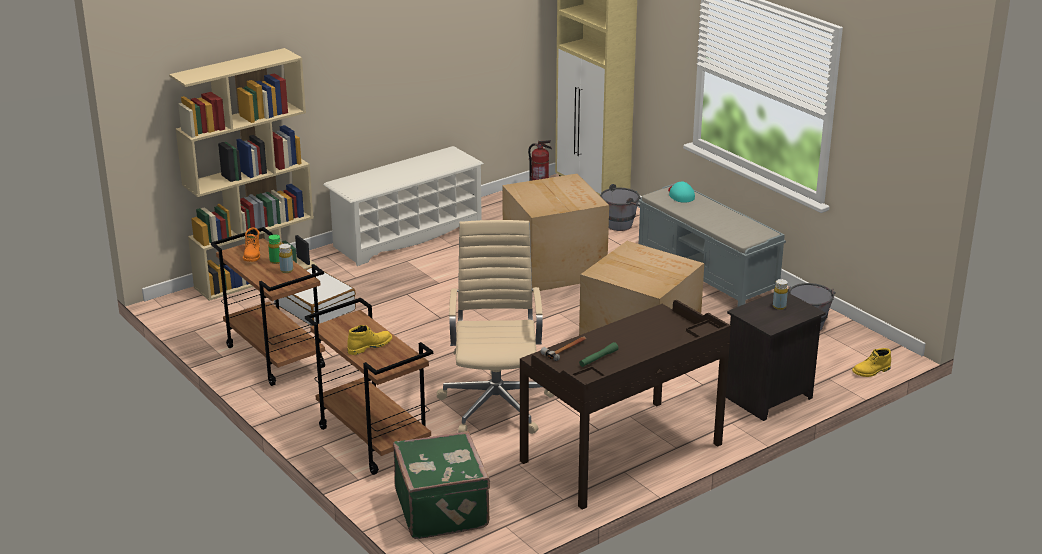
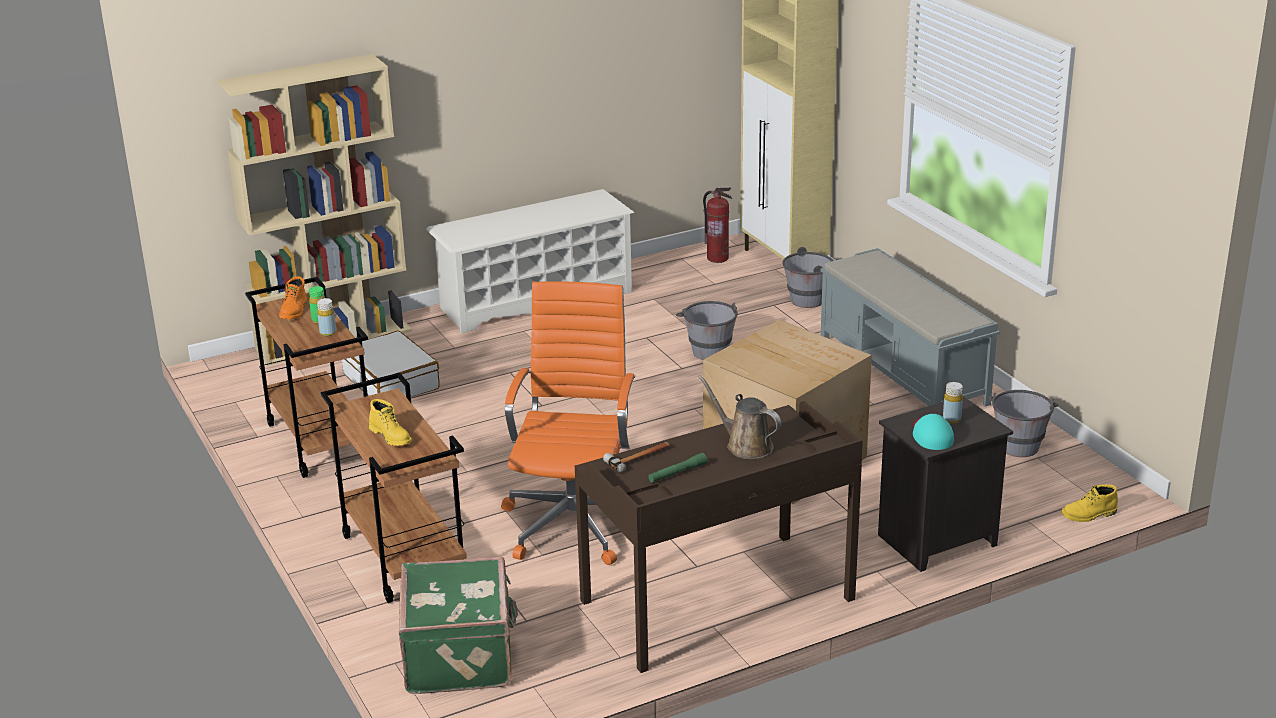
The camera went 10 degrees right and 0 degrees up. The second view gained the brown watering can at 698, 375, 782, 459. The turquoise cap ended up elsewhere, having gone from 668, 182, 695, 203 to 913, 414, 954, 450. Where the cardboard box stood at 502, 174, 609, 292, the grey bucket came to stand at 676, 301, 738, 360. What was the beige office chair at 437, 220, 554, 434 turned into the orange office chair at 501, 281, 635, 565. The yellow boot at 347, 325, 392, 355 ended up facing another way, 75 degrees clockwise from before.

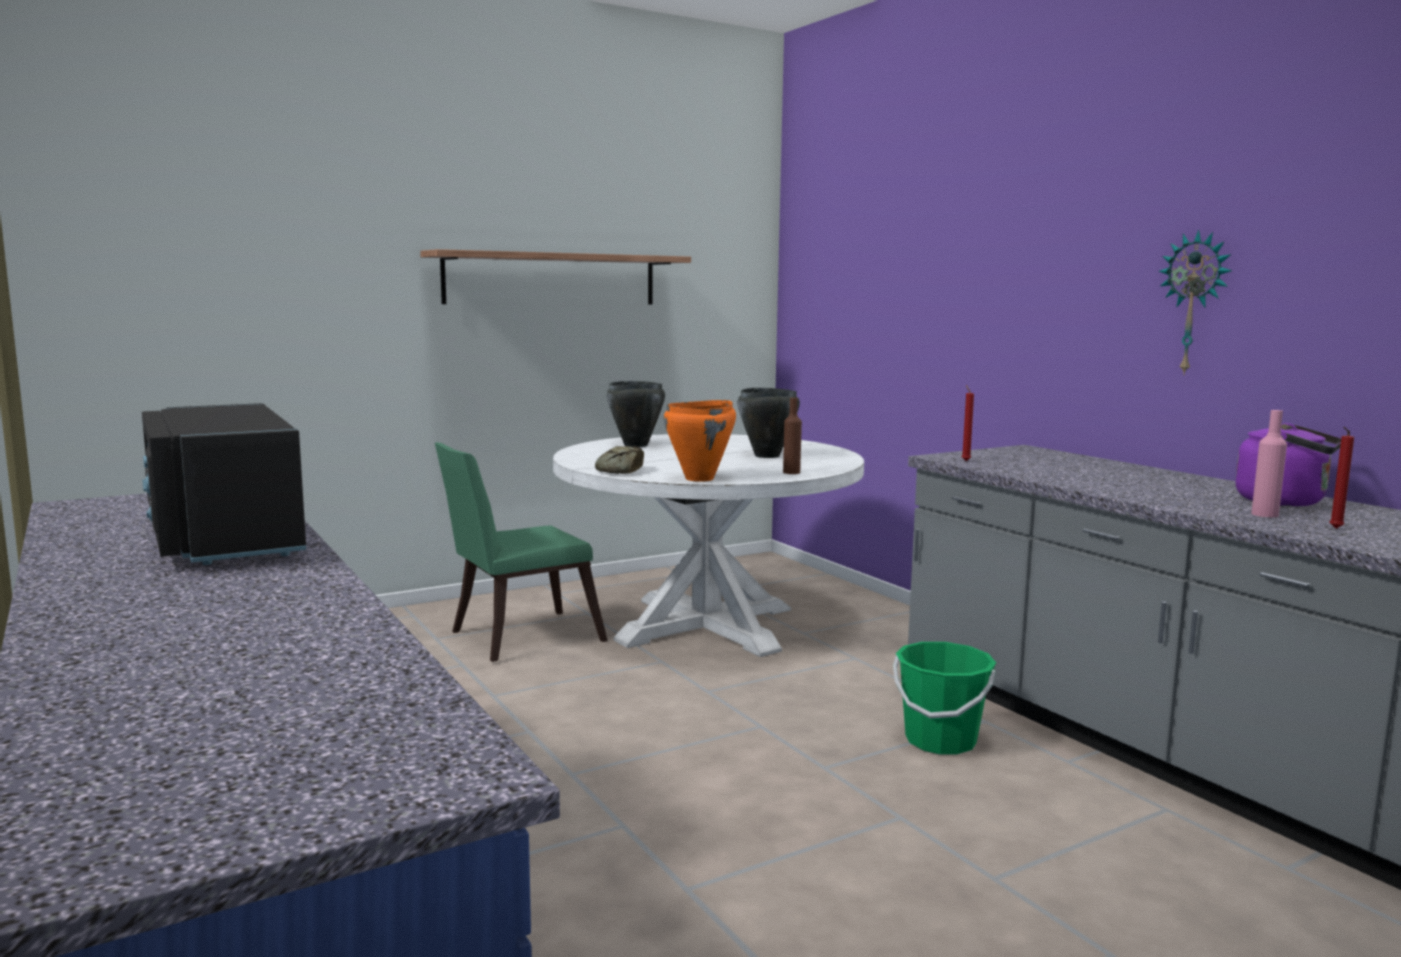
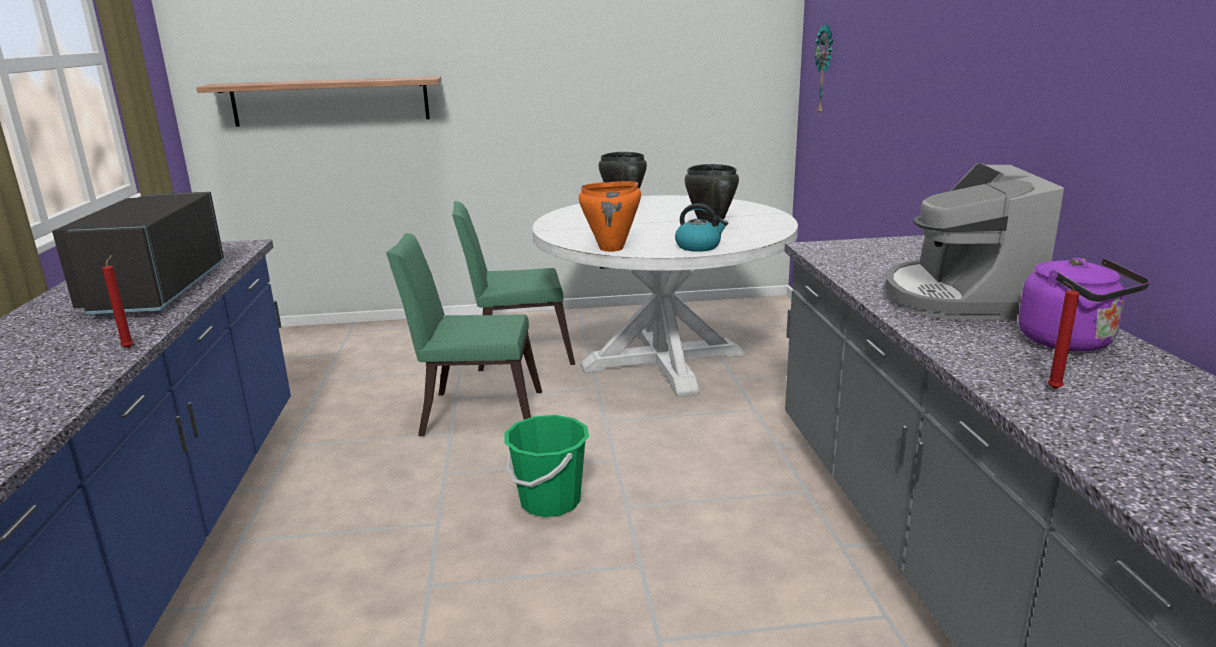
The camera went 25 degrees right and 10 degrees up. The second view lost the bread at 595, 446, 644, 474. The second view lost the pink bottle at 1251, 410, 1287, 517. The second view gained the green chair at 386, 233, 542, 436. The second view gained the coffee machine at 885, 163, 1064, 320. The shelf ended up elsewhere, having gone from 420, 249, 691, 304 to 196, 76, 442, 127. The green bucket ended up elsewhere, having gone from 893, 642, 996, 755 to 505, 415, 589, 517. The red candle ended up elsewhere, having gone from 962, 385, 974, 461 to 102, 255, 134, 348. The wall clock ended up elsewhere, having gone from 1158, 229, 1232, 376 to 815, 22, 833, 116. Where the brown bottle stood at 783, 398, 802, 474, the kettle came to stand at 675, 203, 728, 252.

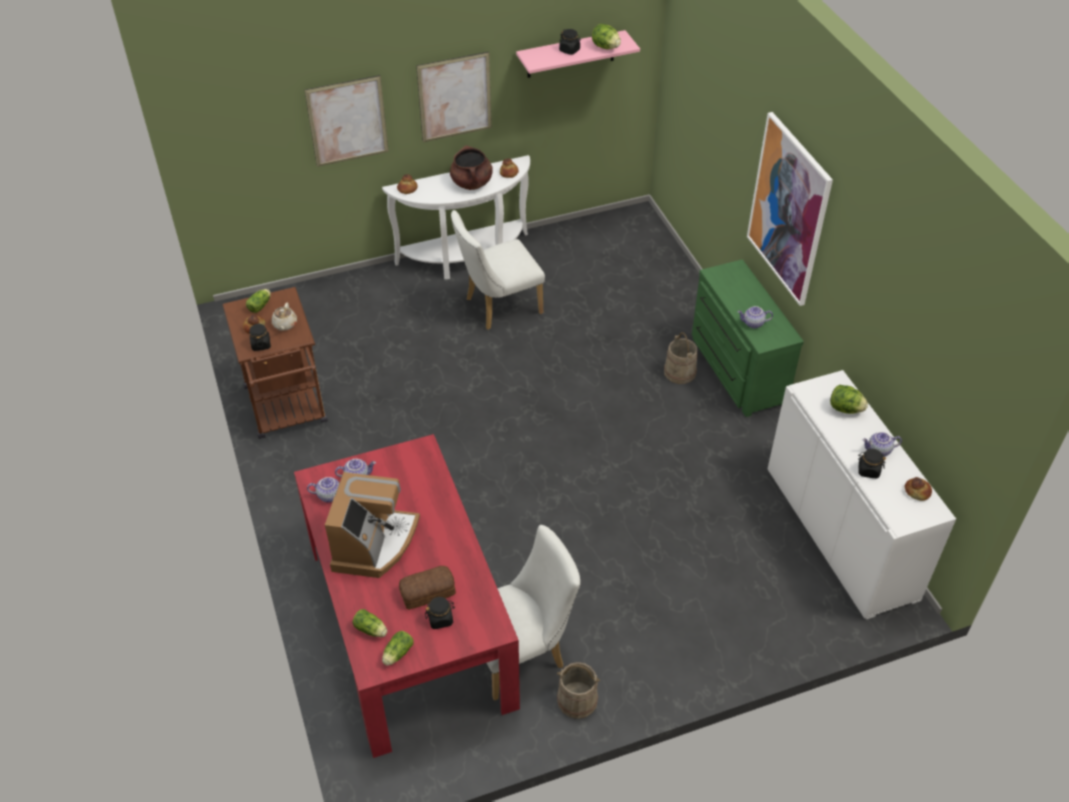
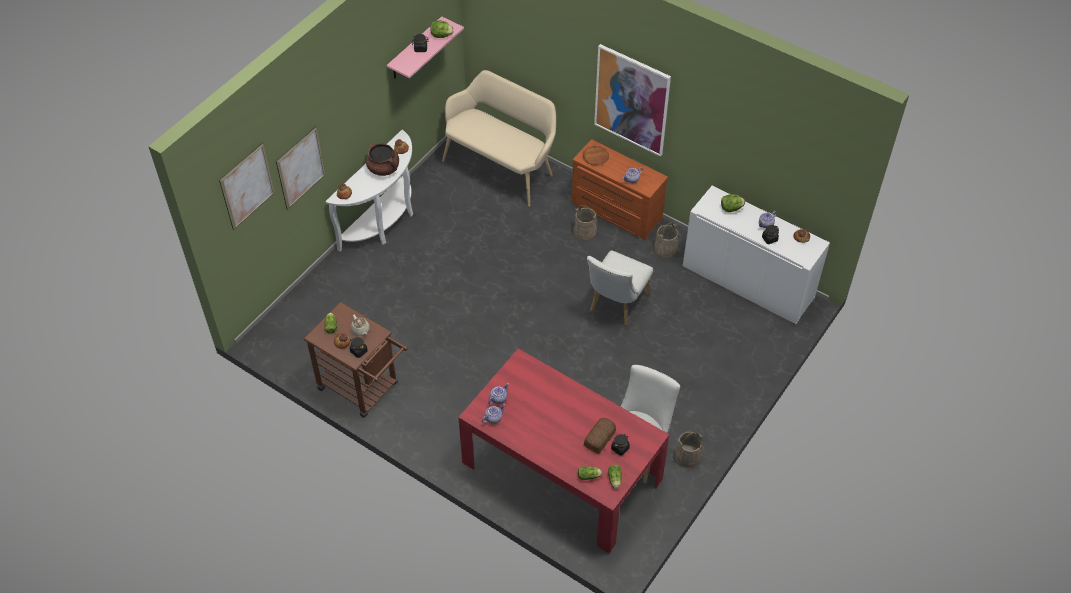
The camera went 35 degrees left and 5 degrees up. The second view lost the coffee machine at 325, 472, 420, 578. The second view gained the beige bench at 442, 70, 556, 206. The second view gained the brown plate at 583, 146, 609, 165. The second view gained the beige bucket at 654, 222, 678, 258. The picture ended up elsewhere, having gone from 416, 52, 492, 142 to 219, 142, 275, 230. The white chair ended up elsewhere, having gone from 451, 210, 545, 330 to 587, 251, 653, 326. What was the green dresser at 692, 259, 804, 417 turned into the brown dresser at 572, 139, 668, 240.

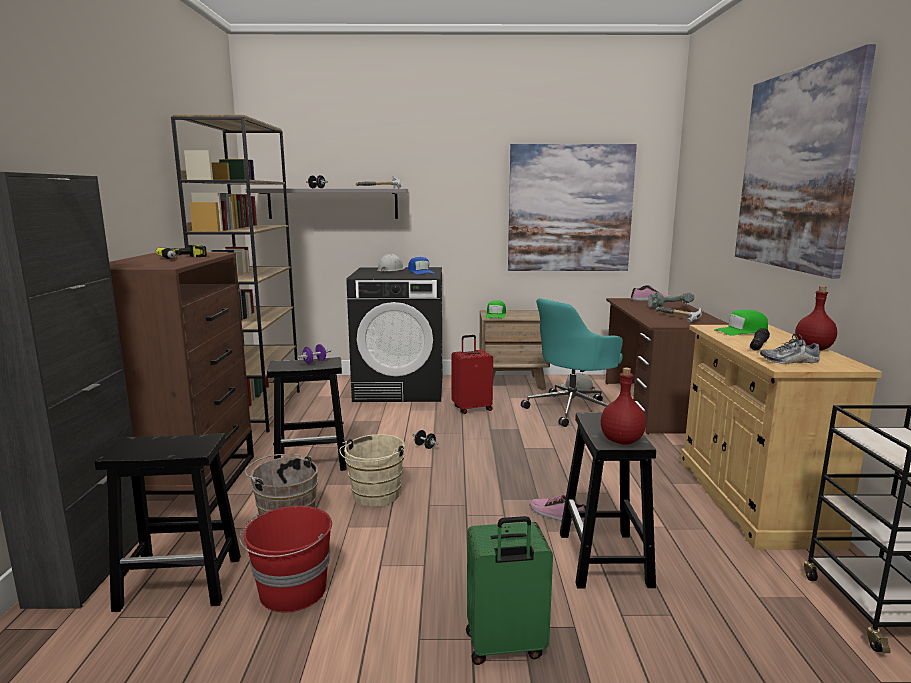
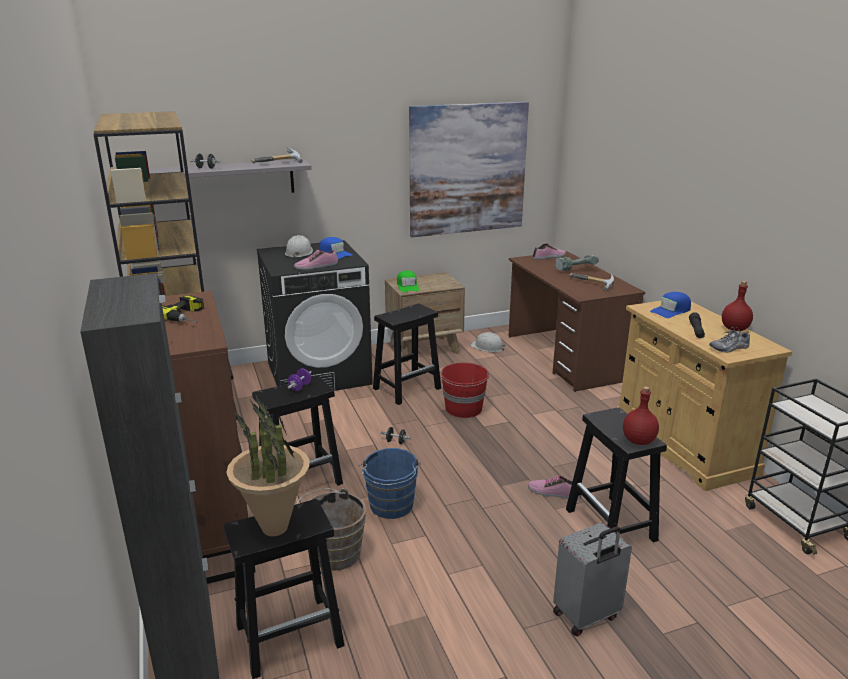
The camera went 20 degrees left and 10 degrees up. The second view lost the turquoise office chair at 521, 298, 623, 427. The second view lost the picture at 735, 44, 876, 279. The second view gained the potted plant at 226, 394, 309, 536. The second view gained the shoe at 294, 250, 338, 270. The red bucket ended up elsewhere, having gone from 239, 506, 332, 613 to 440, 362, 490, 418. Where the red suitcase stood at 452, 335, 493, 414, the black stool came to stand at 373, 303, 441, 405. What was the beige bucket at 339, 434, 405, 507 turned into the blue bucket at 359, 448, 421, 519. What was the green suitcase at 466, 516, 553, 665 turned into the grey suitcase at 553, 522, 632, 636. What was the green cap at 715, 310, 768, 336 turned into the blue cap at 650, 292, 691, 318.

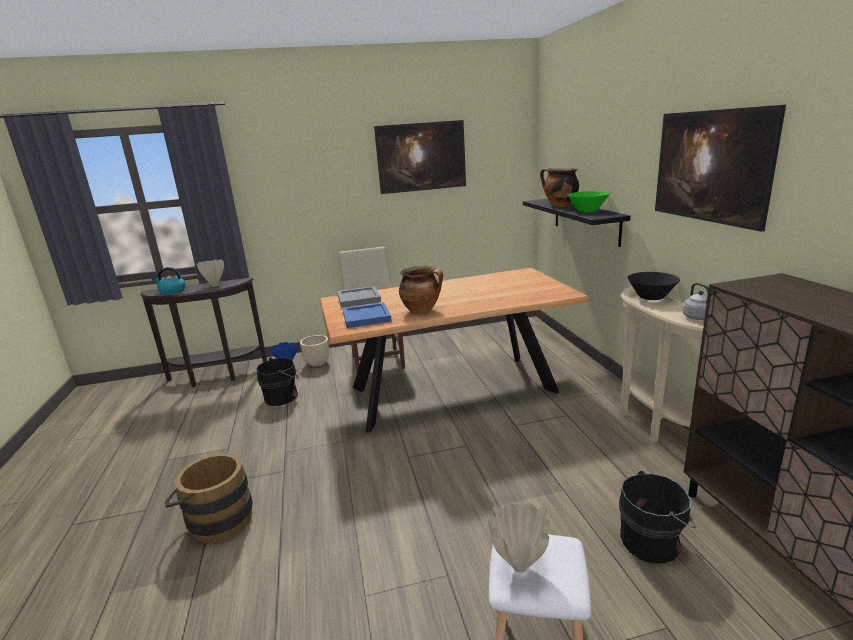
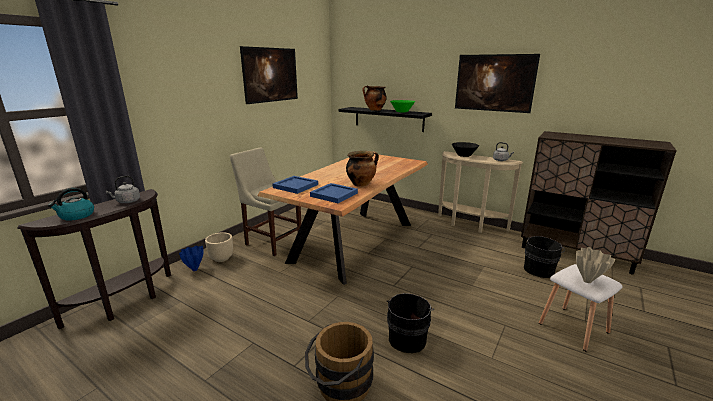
The camera went 45 degrees left and 0 degrees up. The black bucket ended up elsewhere, having gone from 256, 357, 299, 406 to 387, 293, 434, 353. Where the beige vase stood at 196, 259, 224, 287, the grey kettle came to stand at 106, 176, 140, 203. What was the grey tray at 337, 286, 381, 308 turned into the blue tray at 272, 176, 318, 194.

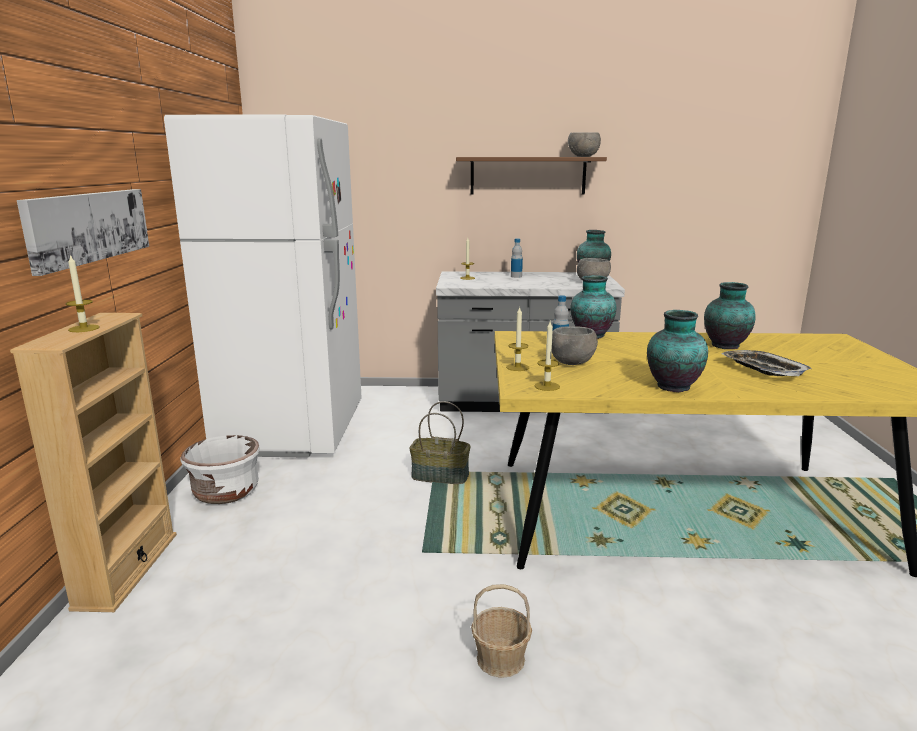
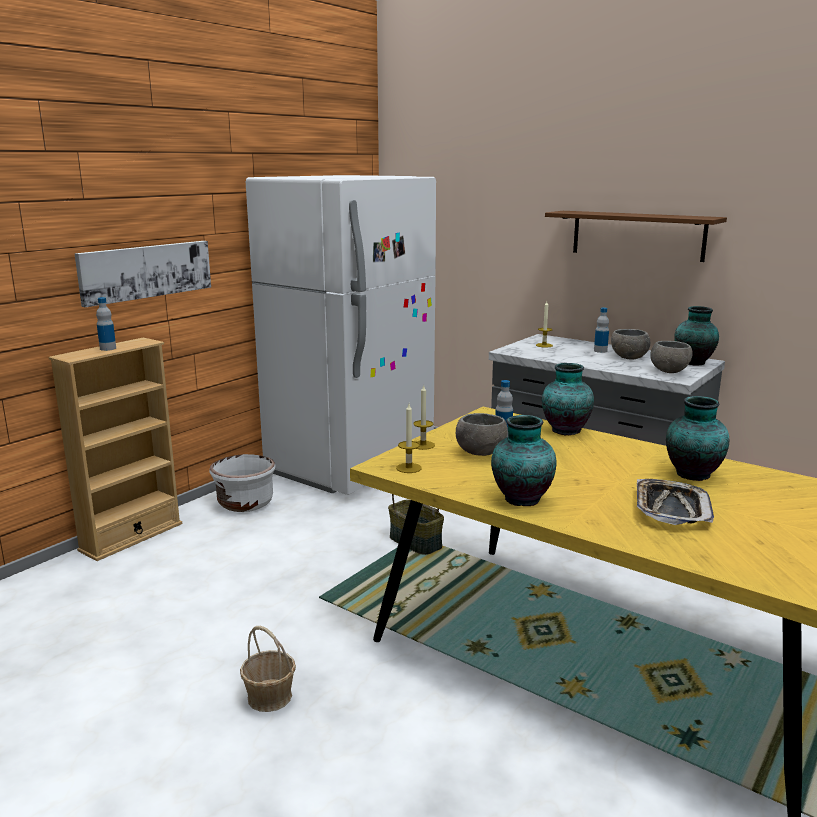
The camera went 35 degrees right and 0 degrees up. The grey bowl ended up elsewhere, having gone from 568, 132, 601, 157 to 611, 329, 650, 360. Where the candle stood at 66, 255, 100, 332, the bottle came to stand at 96, 297, 116, 351.

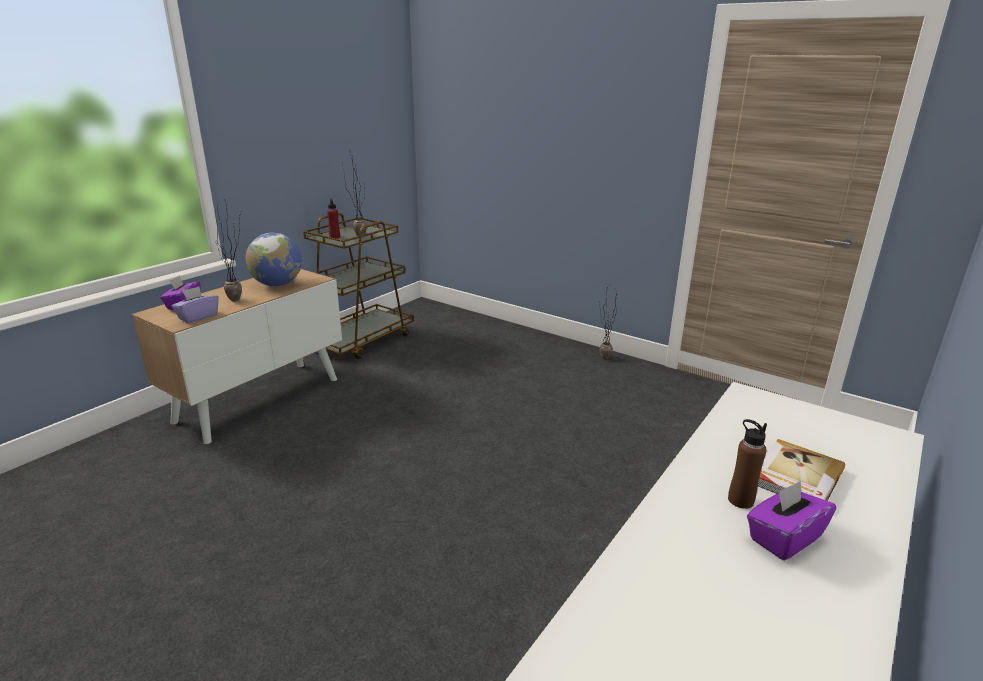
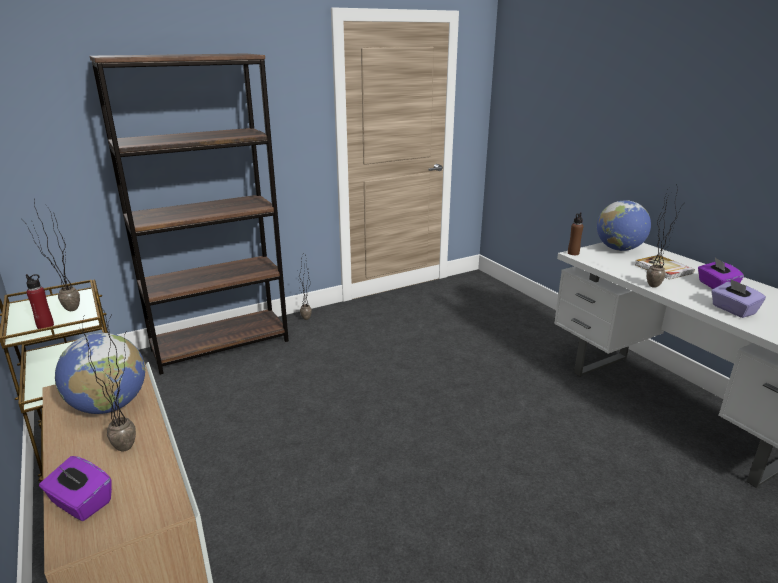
The camera went 65 degrees left and 0 degrees up. The second view gained the brown bookcase at 90, 53, 289, 375. The second view gained the globe at 597, 200, 651, 251. The second view gained the potted plant at 647, 184, 680, 288. The purple tissue box ended up elsewhere, having gone from 172, 286, 219, 323 to 711, 279, 766, 318. The brown bottle ended up elsewhere, having gone from 728, 419, 767, 509 to 568, 212, 583, 255.

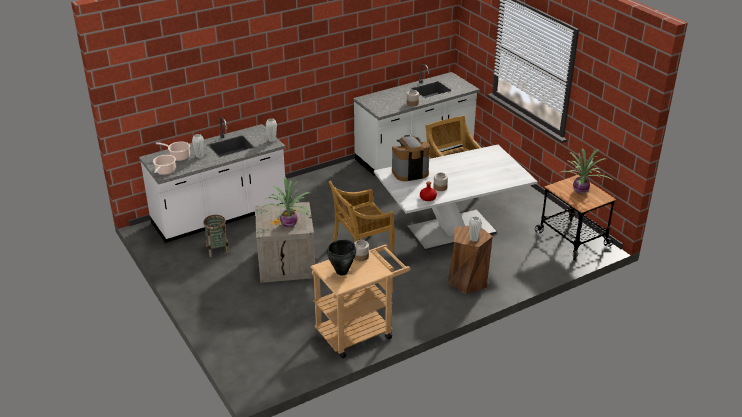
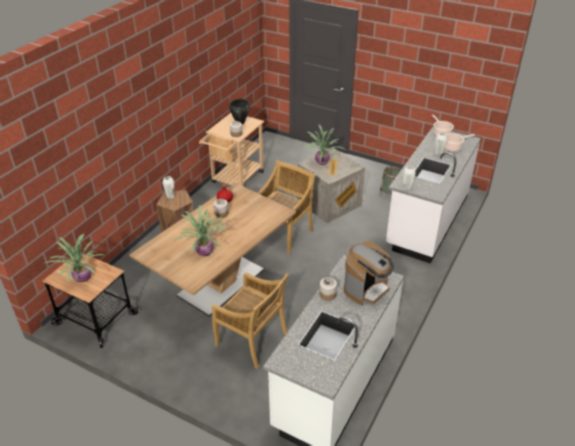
The camera went 150 degrees right and 5 degrees up. The second view gained the potted plant at 175, 206, 227, 256. The coffee machine ended up elsewhere, having gone from 392, 135, 430, 181 to 344, 242, 394, 305. What was the white dining table at 374, 145, 538, 251 turned into the brown dining table at 129, 183, 296, 317.

